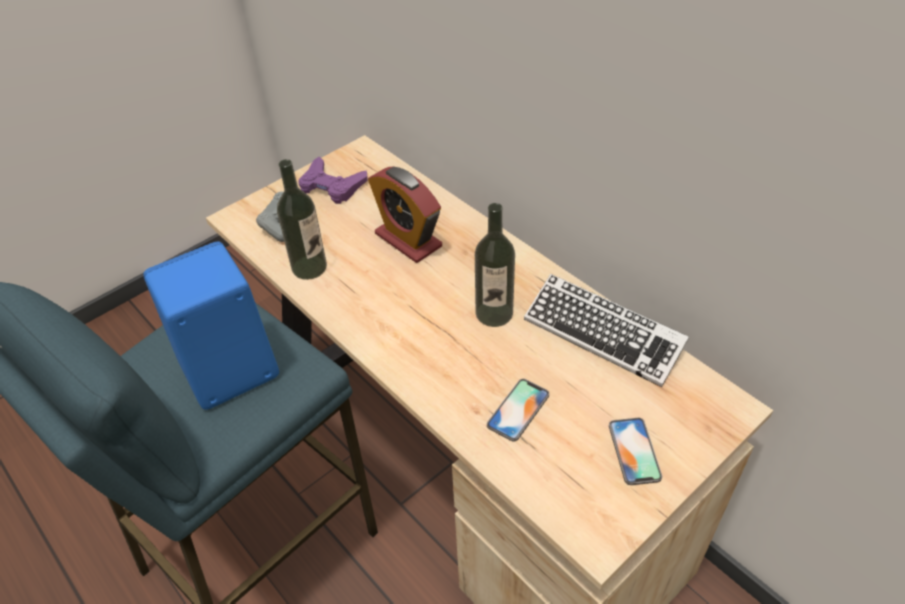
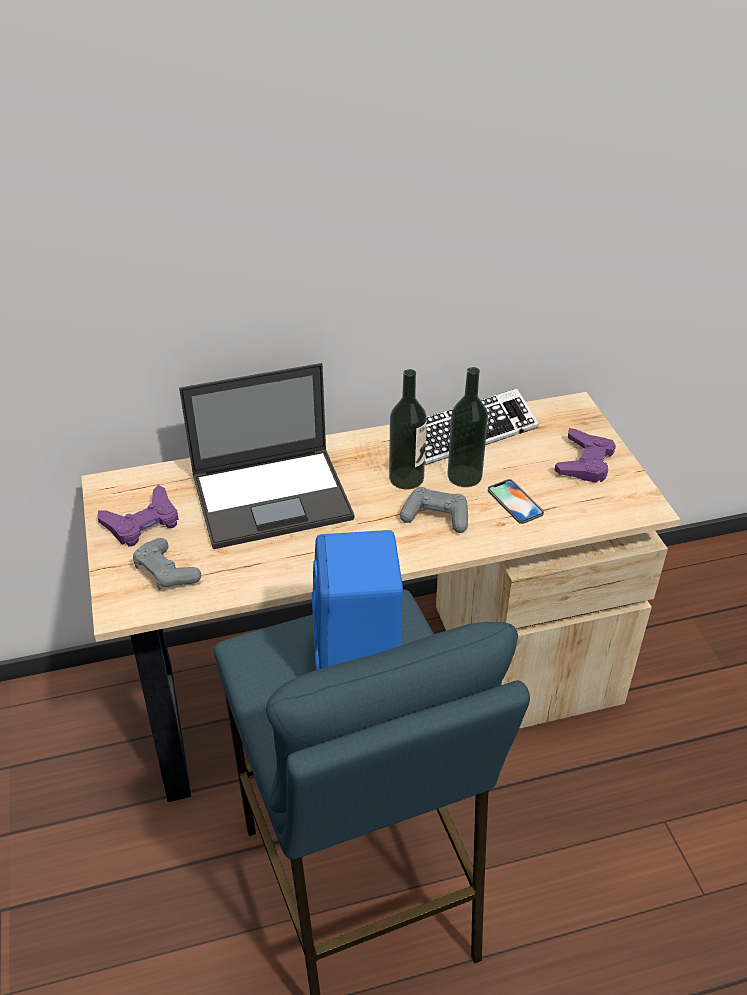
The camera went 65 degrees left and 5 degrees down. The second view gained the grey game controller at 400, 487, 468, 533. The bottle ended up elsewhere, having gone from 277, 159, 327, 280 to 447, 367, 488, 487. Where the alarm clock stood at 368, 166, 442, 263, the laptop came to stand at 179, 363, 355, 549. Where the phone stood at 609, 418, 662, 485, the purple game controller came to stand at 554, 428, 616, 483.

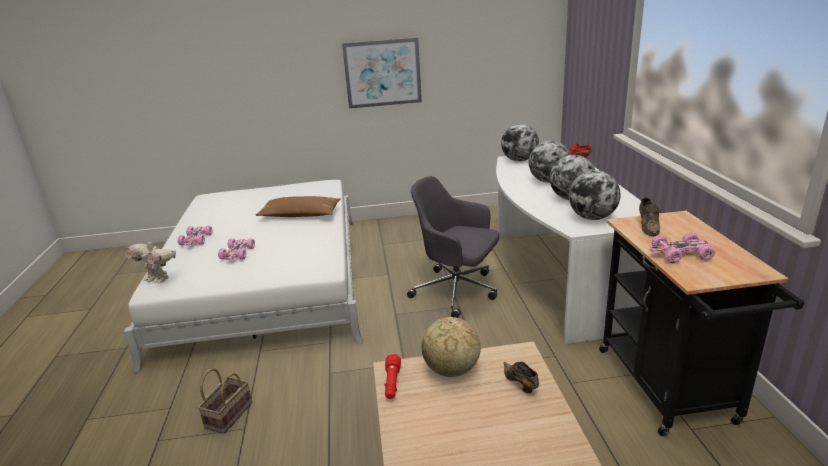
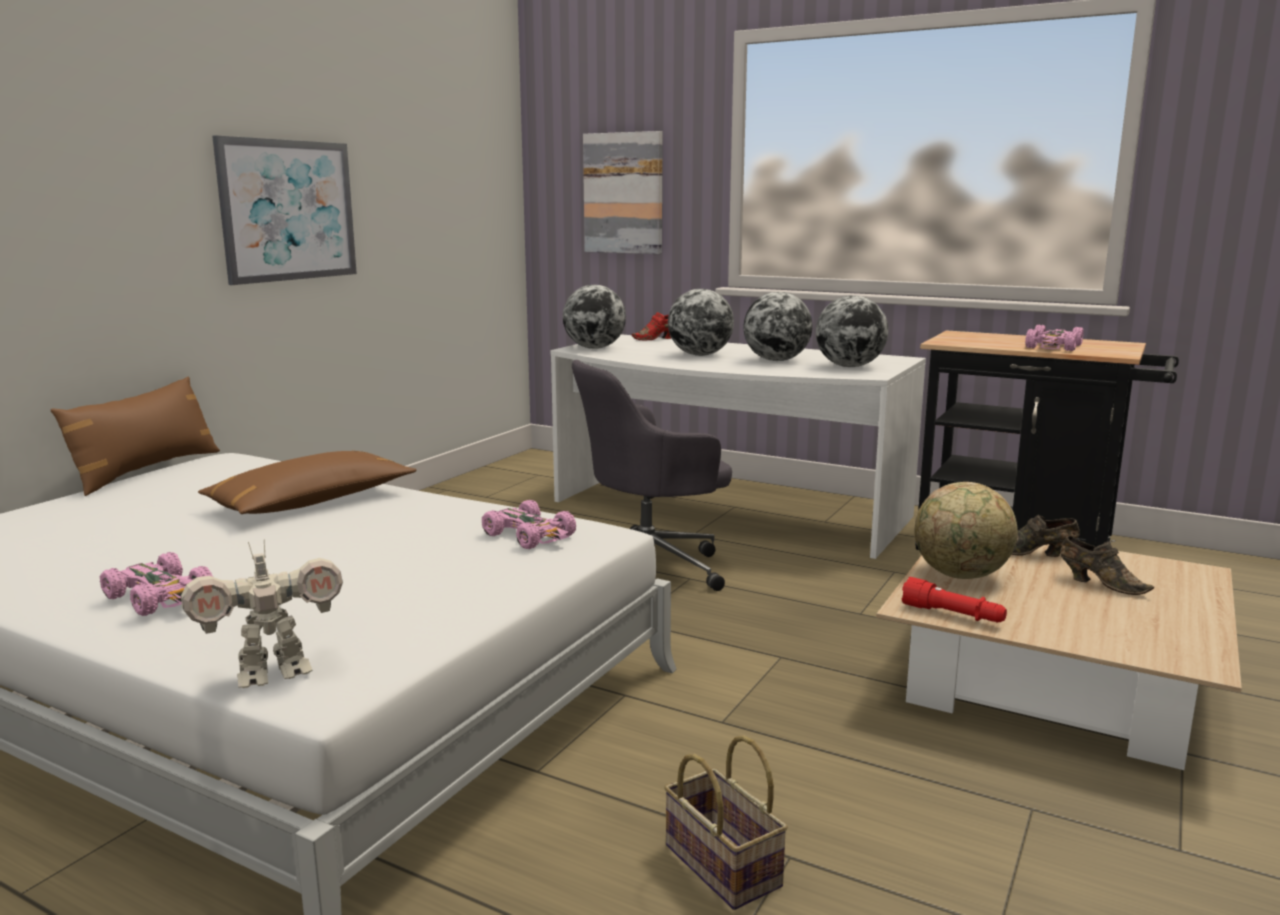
The camera went 55 degrees left and 10 degrees down. The second view gained the brown pillow at 51, 376, 220, 496. The second view gained the picture at 583, 131, 663, 254. The pink toy car ended up elsewhere, having gone from 218, 238, 255, 260 to 482, 500, 576, 549. The brown shoe ended up elsewhere, having gone from 639, 198, 661, 236 to 1060, 536, 1154, 595.

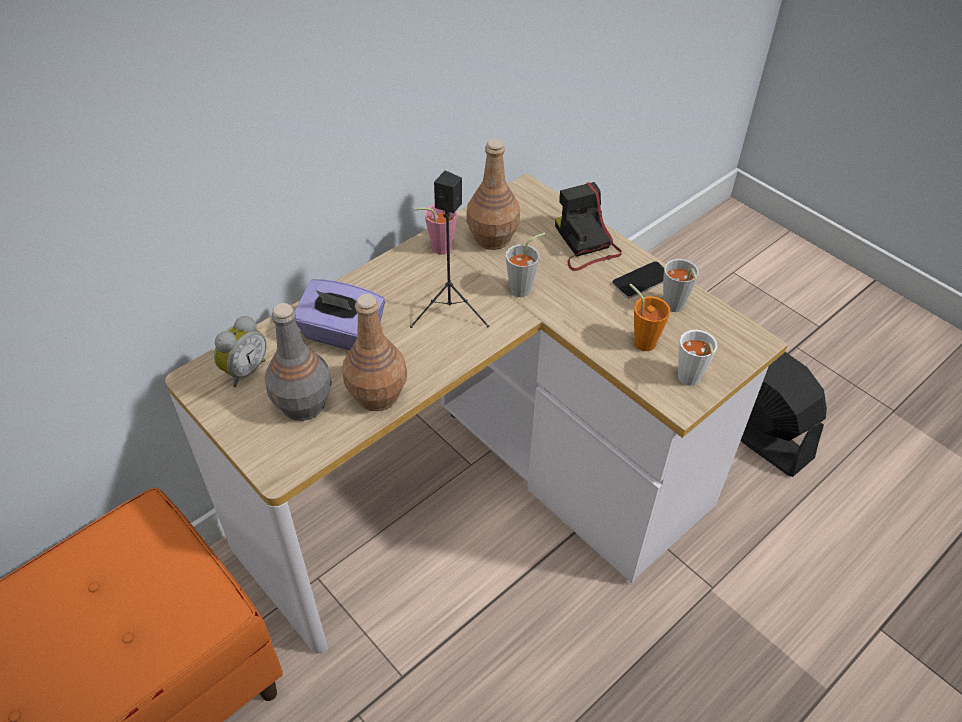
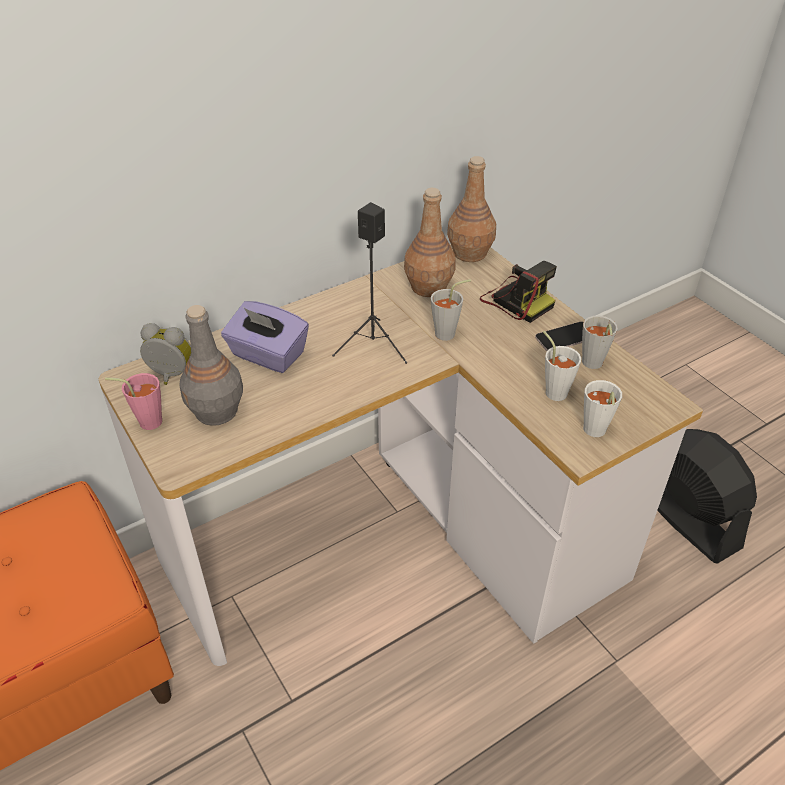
The camera went 10 degrees right and 5 degrees down. The brown bottle ended up elsewhere, having gone from 342, 294, 407, 411 to 447, 156, 496, 262. The pink cup ended up elsewhere, having gone from 414, 204, 457, 255 to 105, 373, 162, 430. What was the orange cup at 629, 284, 670, 351 turned into the white cup at 543, 331, 581, 401. The alarm clock at 214, 316, 267, 387 ended up facing another way, 120 degrees counterclockwise from before. The photo camera at 555, 182, 621, 271 ended up facing another way, 150 degrees clockwise from before.

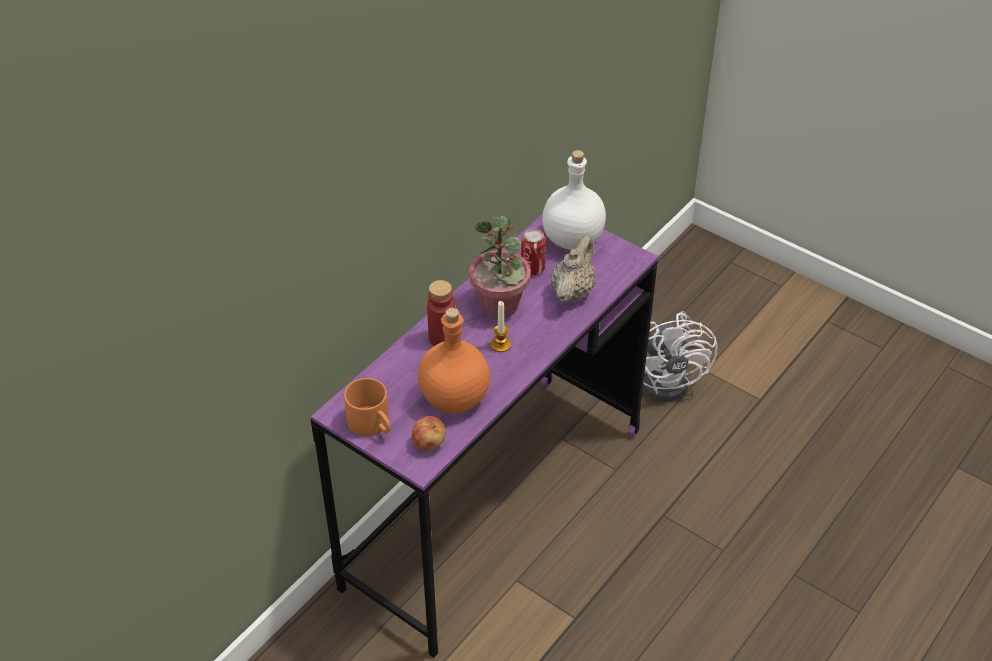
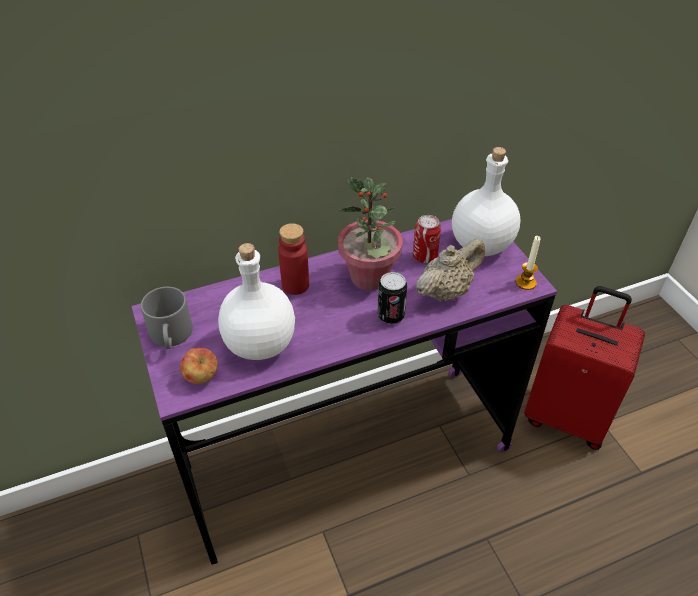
The camera went 30 degrees right and 0 degrees up. The second view gained the can at 377, 272, 407, 324. The candle ended up elsewhere, having gone from 491, 301, 511, 352 to 516, 236, 541, 290. Where the white fan stood at 643, 311, 717, 401, the red suitcase came to stand at 524, 286, 645, 450. What was the orange mug at 344, 378, 391, 436 turned into the grey mug at 141, 287, 193, 349. What was the orange bottle at 418, 308, 490, 413 turned into the white bottle at 218, 243, 295, 360.

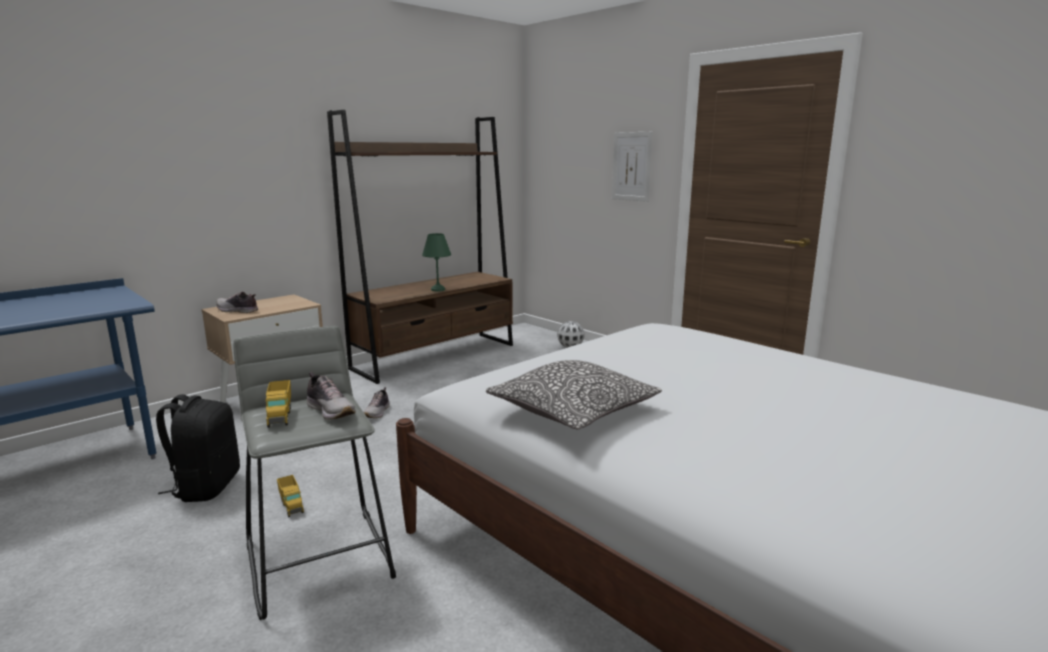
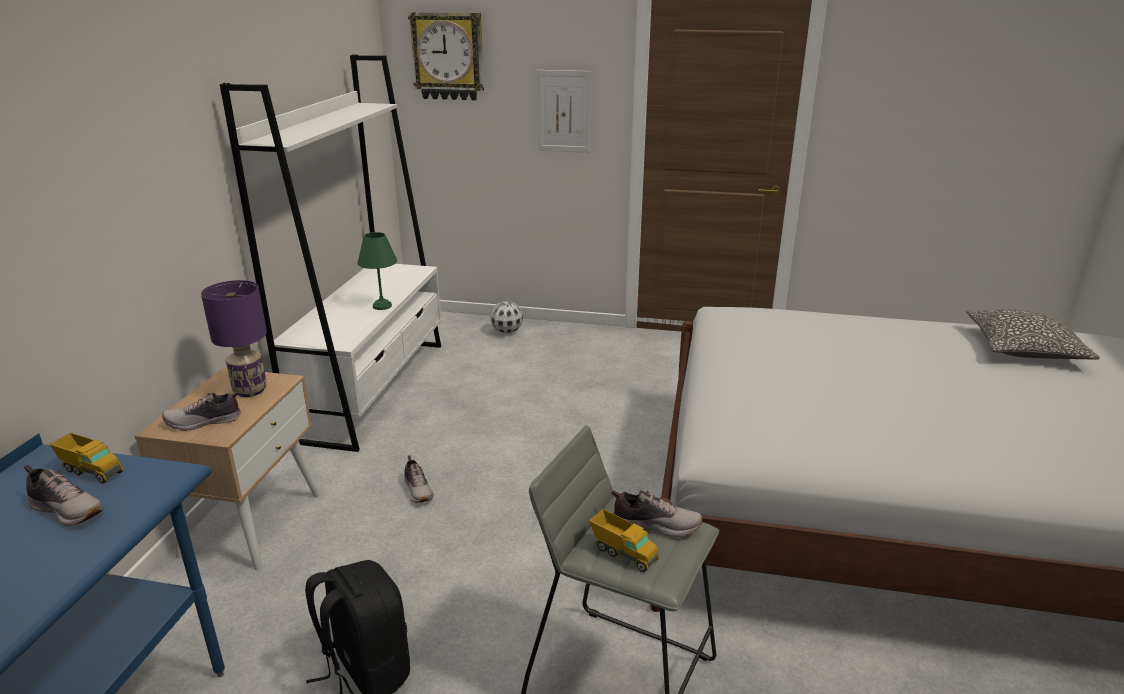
The camera went 35 degrees left and 10 degrees up. The second view gained the shoe at 24, 465, 104, 526. The second view gained the purple table lamp at 201, 280, 267, 397. The second view gained the wall clock at 408, 12, 484, 100. The toy truck ended up elsewhere, having gone from 277, 475, 304, 517 to 50, 433, 124, 484. The pillow ended up elsewhere, having gone from 486, 360, 662, 429 to 966, 309, 1100, 360. What was the brown bookcase at 327, 110, 513, 384 turned into the white bookcase at 220, 54, 441, 452.

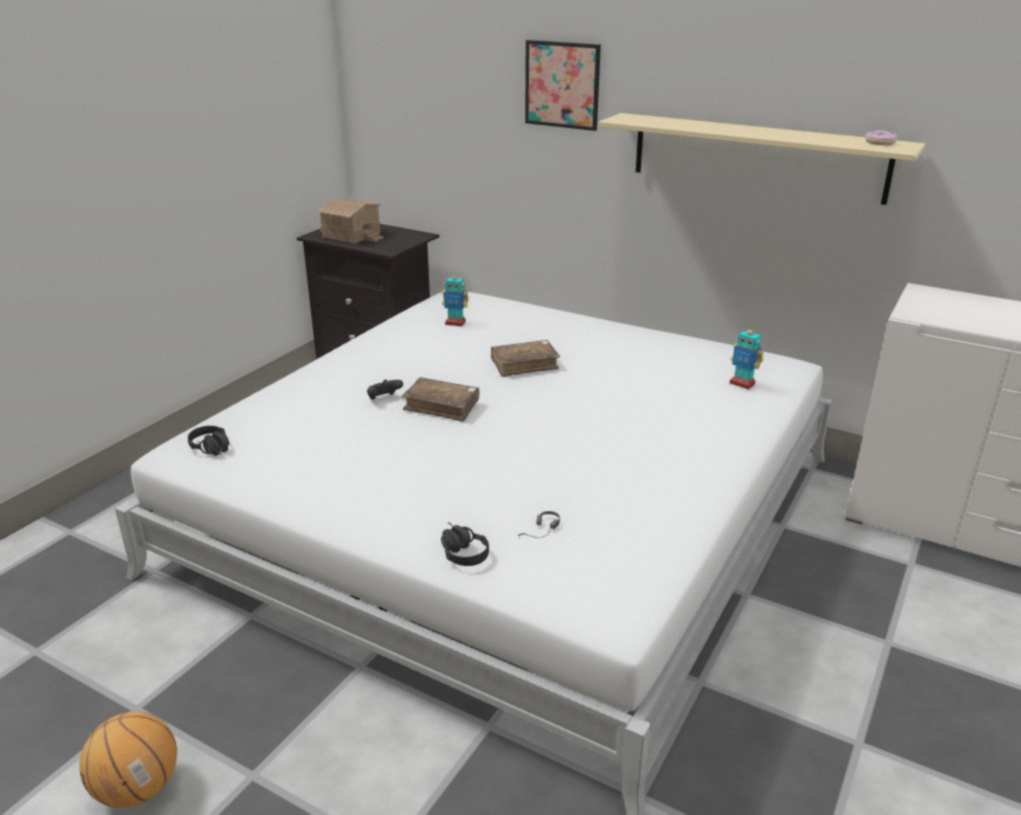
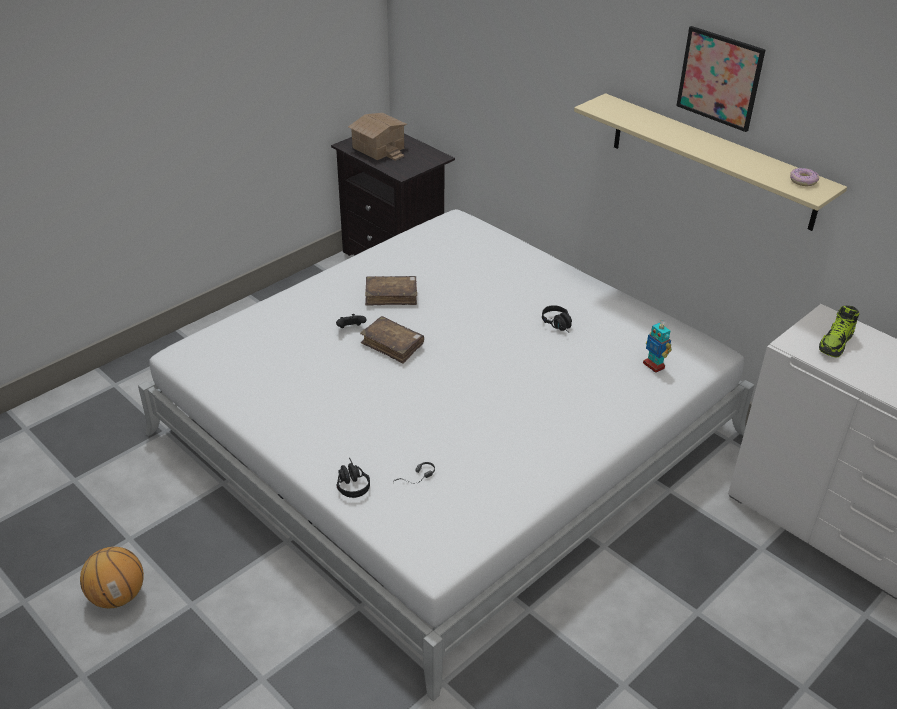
The camera went 15 degrees right and 10 degrees up. The second view lost the toy robot at 442, 271, 469, 326. The second view gained the shoe at 819, 306, 859, 358. The black headphones ended up elsewhere, having gone from 188, 426, 229, 456 to 542, 305, 572, 333. The brown book ended up elsewhere, having gone from 491, 340, 560, 377 to 365, 276, 417, 306. The picture ended up elsewhere, having gone from 525, 40, 601, 131 to 676, 26, 765, 132.

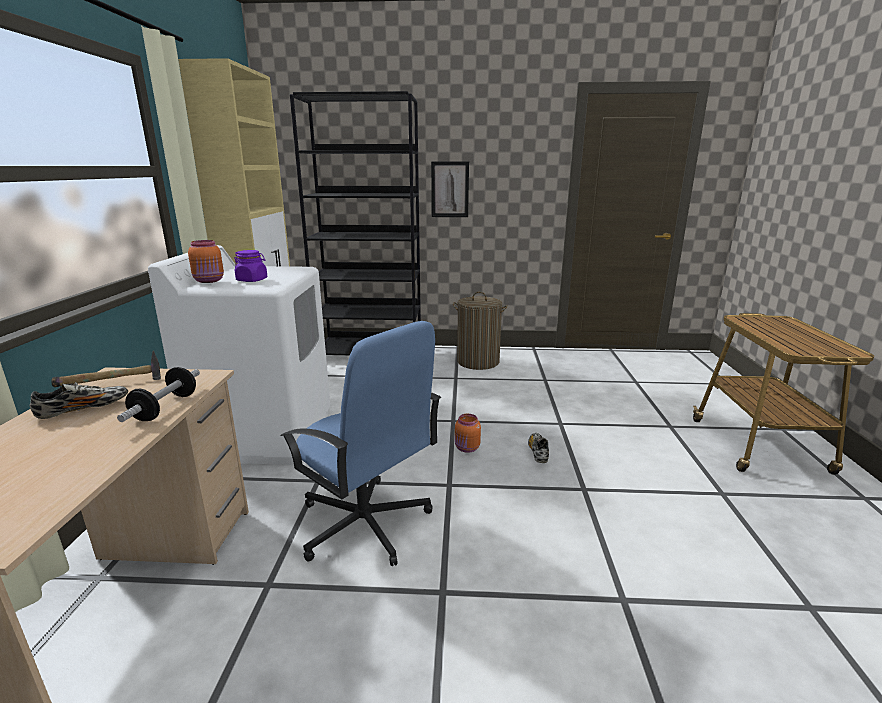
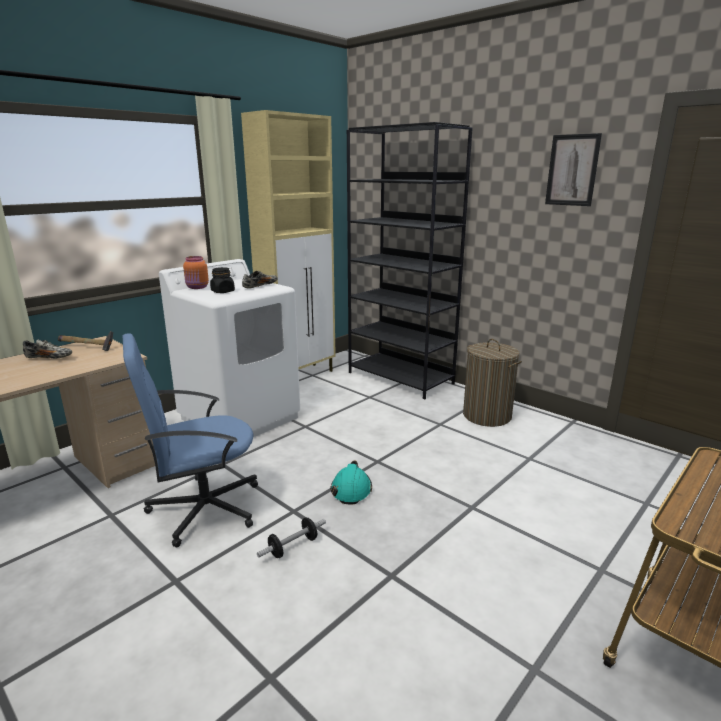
The camera went 40 degrees right and 0 degrees up. The dumbbell ended up elsewhere, having gone from 117, 367, 200, 422 to 257, 518, 326, 558. The picture ended up elsewhere, having gone from 431, 161, 469, 217 to 545, 133, 602, 206. The shoe ended up elsewhere, having gone from 528, 433, 549, 463 to 242, 271, 278, 289. Where the orange jar stood at 455, 414, 481, 453, the turquoise hard hat came to stand at 330, 460, 372, 504. What was the purple jar at 234, 250, 268, 282 turned into the black jar at 210, 267, 235, 293. The blue office chair at 280, 321, 441, 566 ended up facing another way, 75 degrees clockwise from before.

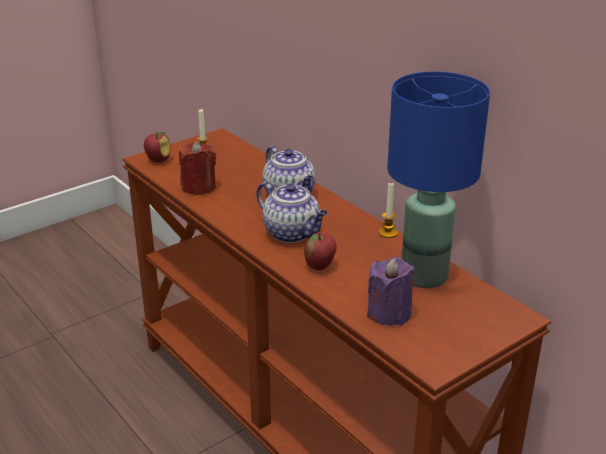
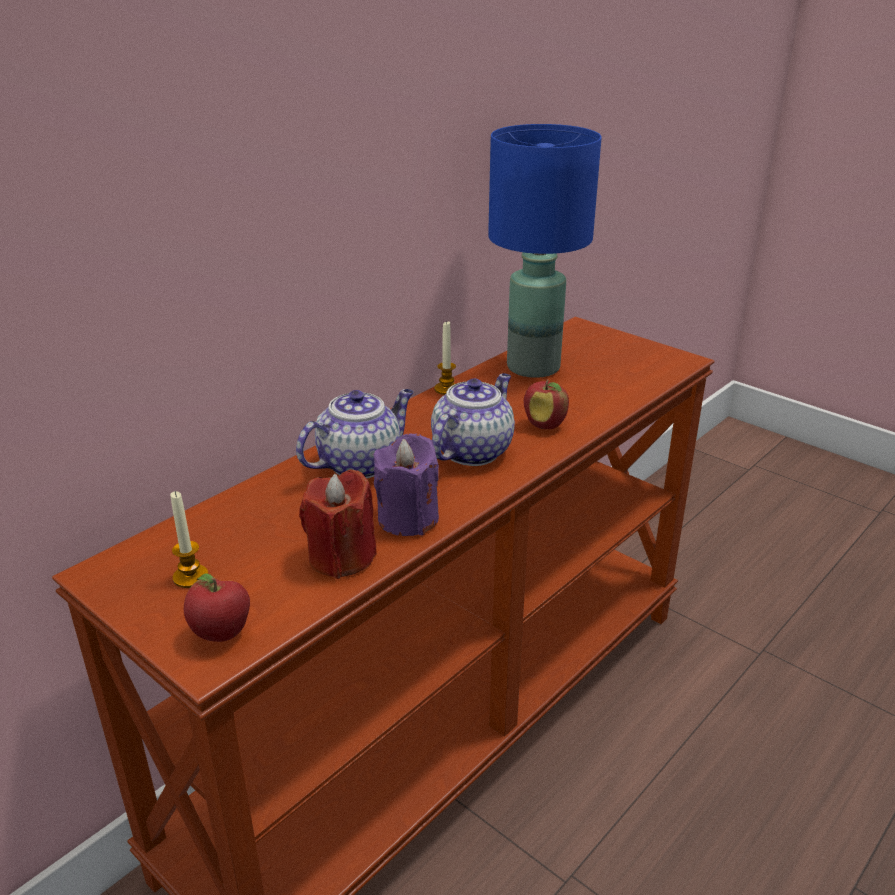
The camera went 100 degrees left and 0 degrees up. The purple candle ended up elsewhere, having gone from 367, 257, 415, 326 to 374, 433, 439, 536.

